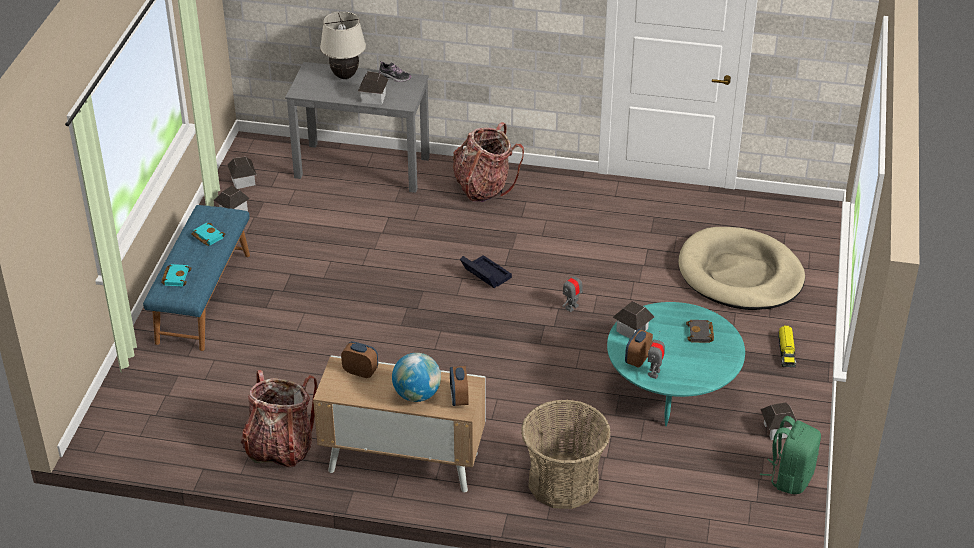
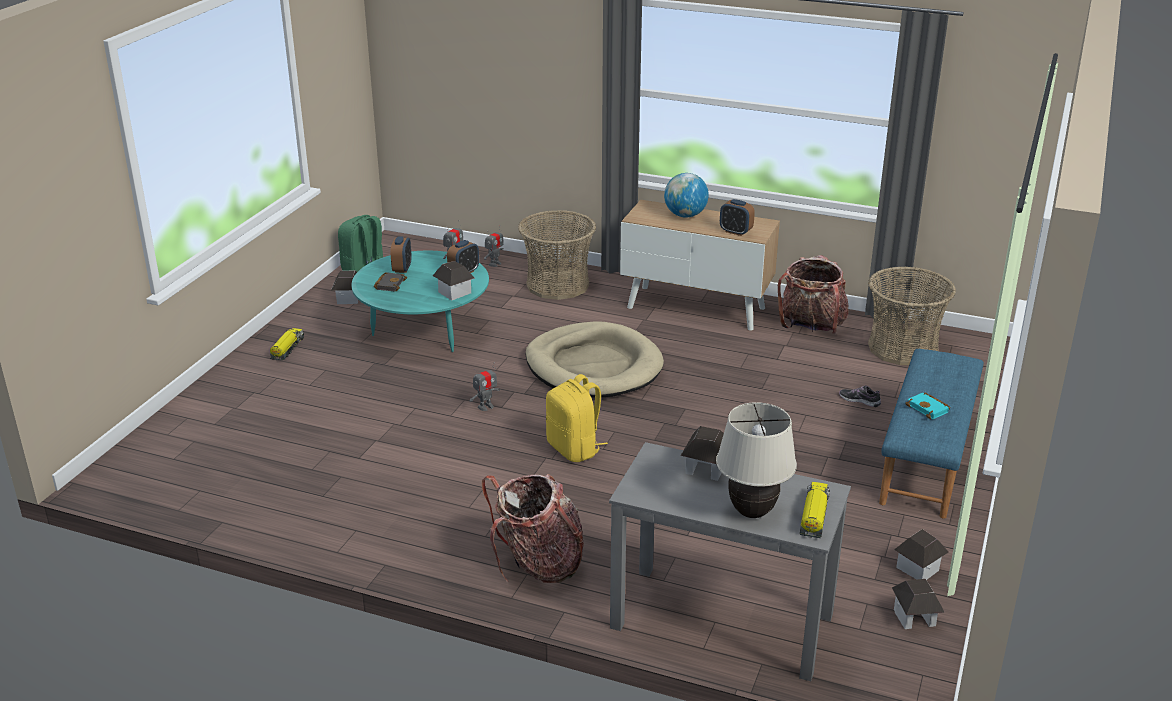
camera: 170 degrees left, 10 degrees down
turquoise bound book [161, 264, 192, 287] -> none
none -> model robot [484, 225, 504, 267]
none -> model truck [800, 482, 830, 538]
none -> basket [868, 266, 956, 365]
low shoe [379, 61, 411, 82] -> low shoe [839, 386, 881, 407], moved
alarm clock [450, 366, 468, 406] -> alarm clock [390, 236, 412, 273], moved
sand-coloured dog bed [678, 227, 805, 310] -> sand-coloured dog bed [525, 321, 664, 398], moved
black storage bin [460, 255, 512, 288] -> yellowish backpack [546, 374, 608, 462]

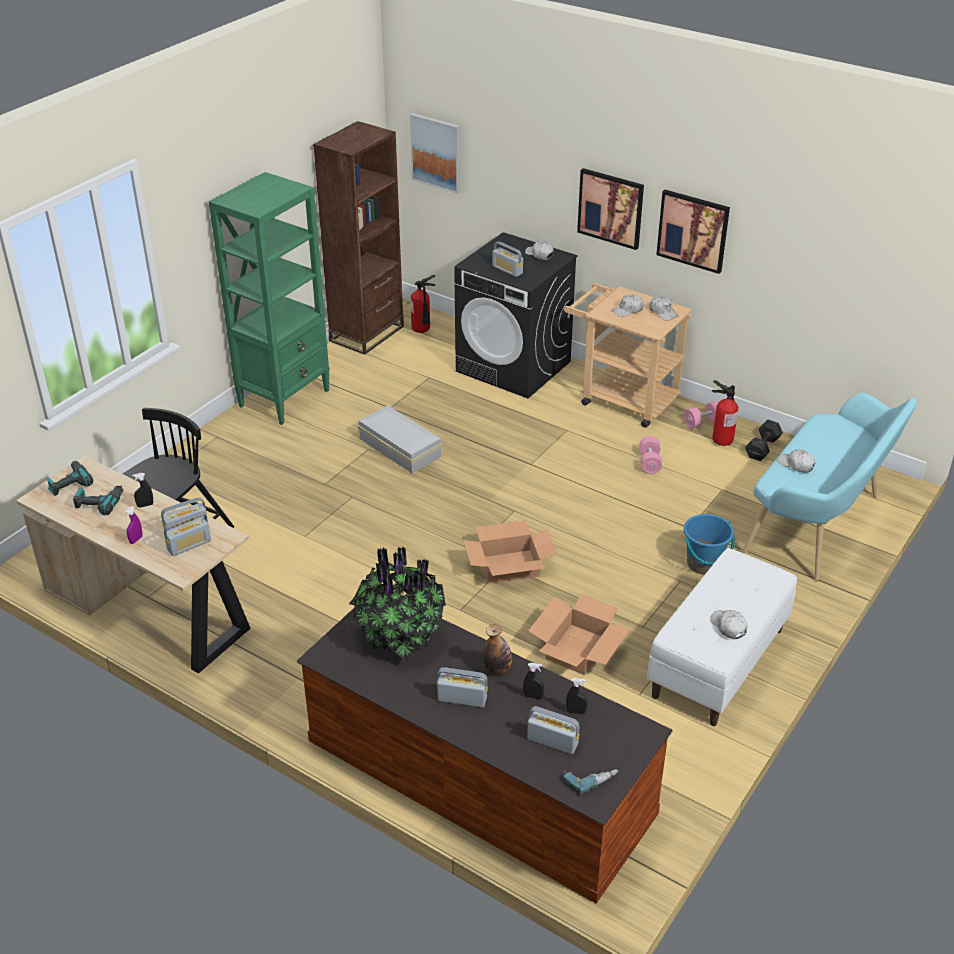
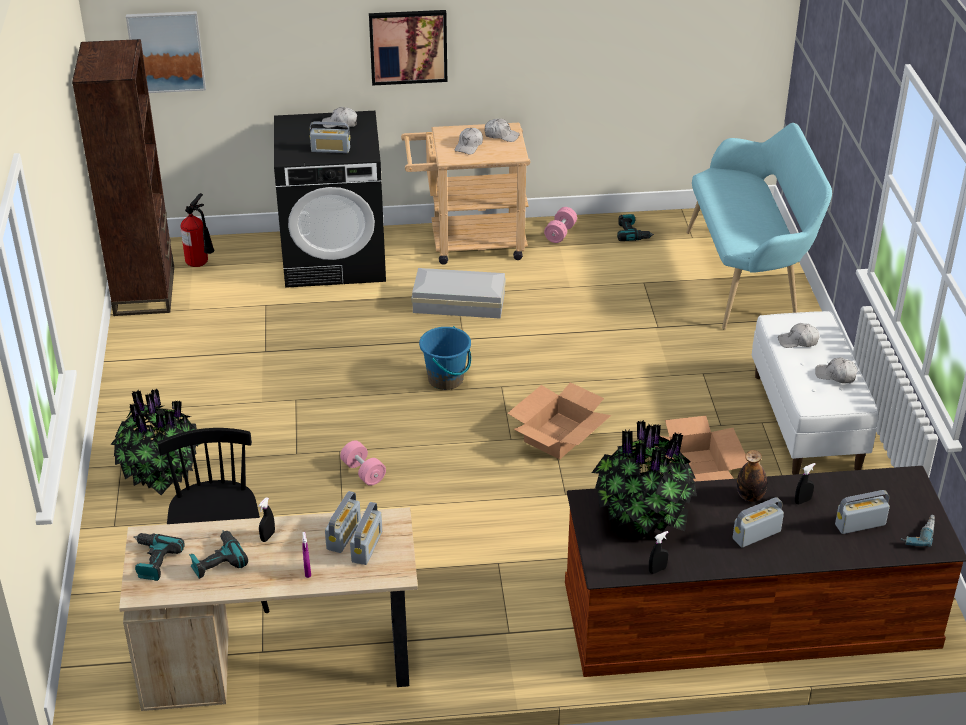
camera: 40 degrees left, 0 degrees up
green-coloured bookcase [209, 172, 330, 425] -> none
wall picture [656, 190, 730, 274] -> none
extinguisher [712, 380, 738, 446] -> none
none -> potted plant [110, 388, 200, 495]
whitish storage bin [358, 405, 442, 473] -> whitish storage bin [411, 268, 506, 319], moved
black sprayer [566, 678, 588, 714] -> black sprayer [649, 531, 668, 574], moved
pinkish dumbbell [639, 436, 662, 474] -> pinkish dumbbell [340, 440, 386, 486], moved
bluish water bucket [684, 514, 735, 575] -> bluish water bucket [419, 326, 471, 390], moved
whitish baseball cap [778, 449, 815, 473] -> whitish baseball cap [778, 323, 819, 348], moved
black dumbbell [745, 420, 783, 461] -> power drill [617, 214, 654, 241]

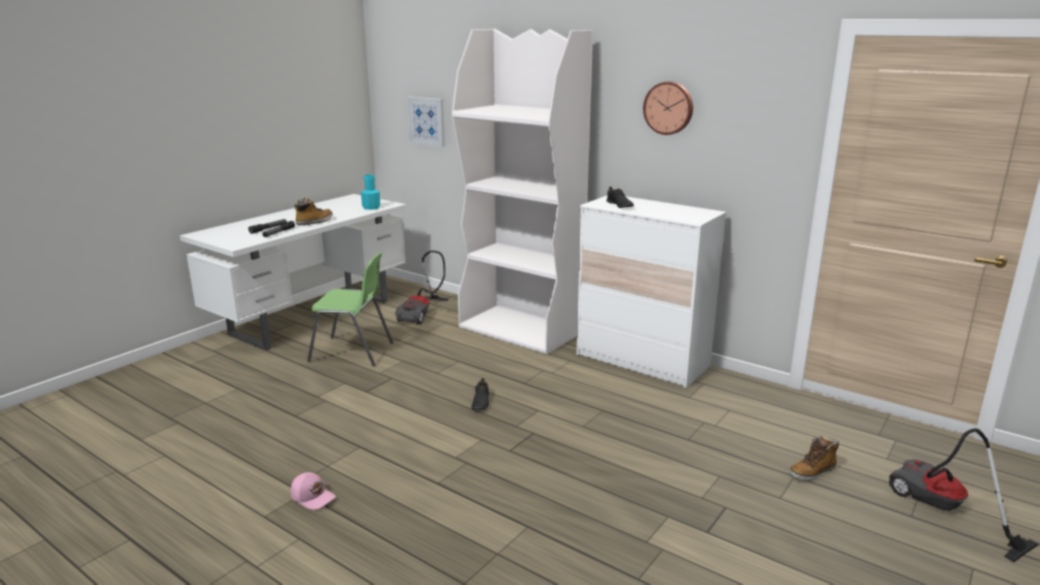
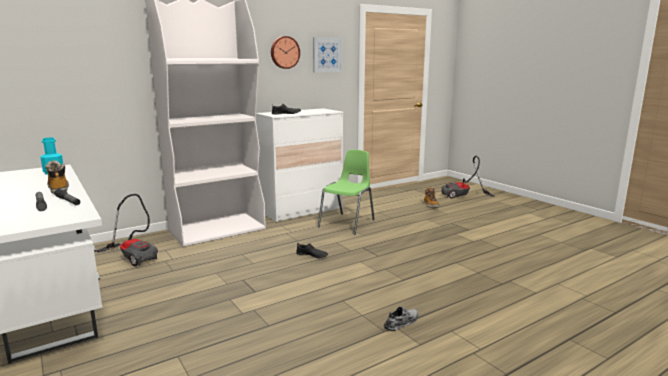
camera: 70 degrees left, 5 degrees down
green-coloured plain chair [307, 253, 393, 366] -> green-coloured plain chair [318, 150, 375, 234], moved
wall picture [407, 96, 445, 147] -> wall picture [313, 37, 343, 73], moved
pinkish baseball cap [291, 472, 336, 510] -> grey low shoe [384, 306, 418, 331]

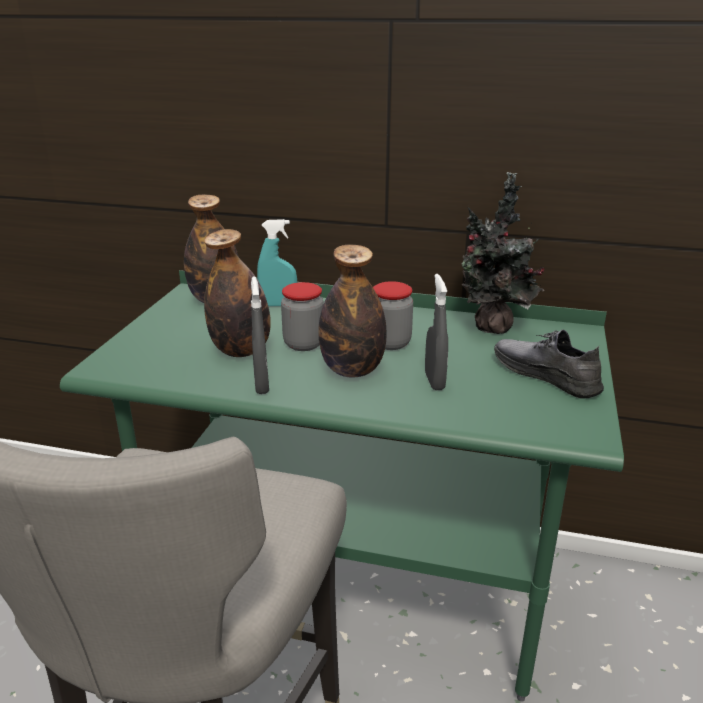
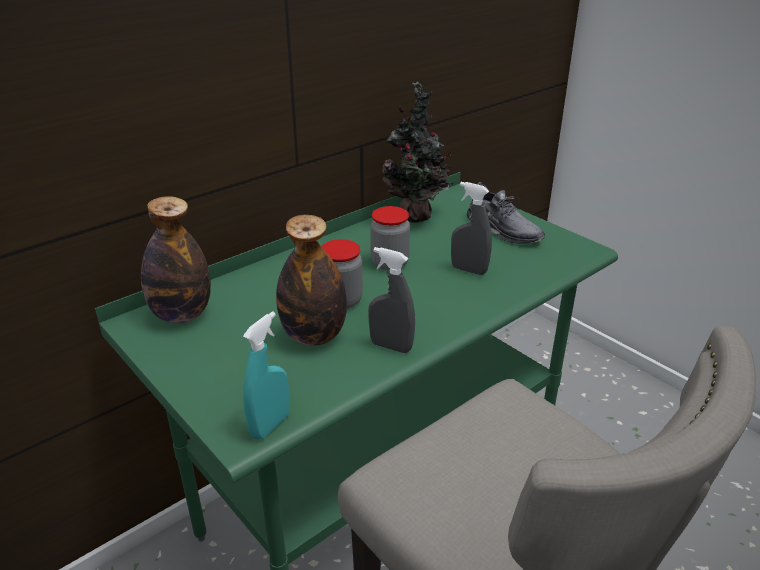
camera: 55 degrees left, 5 degrees up
drink bottle [318, 245, 387, 378] -> none
turquoise sprayer [257, 219, 297, 306] -> turquoise sprayer [243, 311, 290, 440], moved
grey low shoe [494, 330, 604, 399] -> grey low shoe [467, 182, 545, 244], 120 degrees counterclockwise

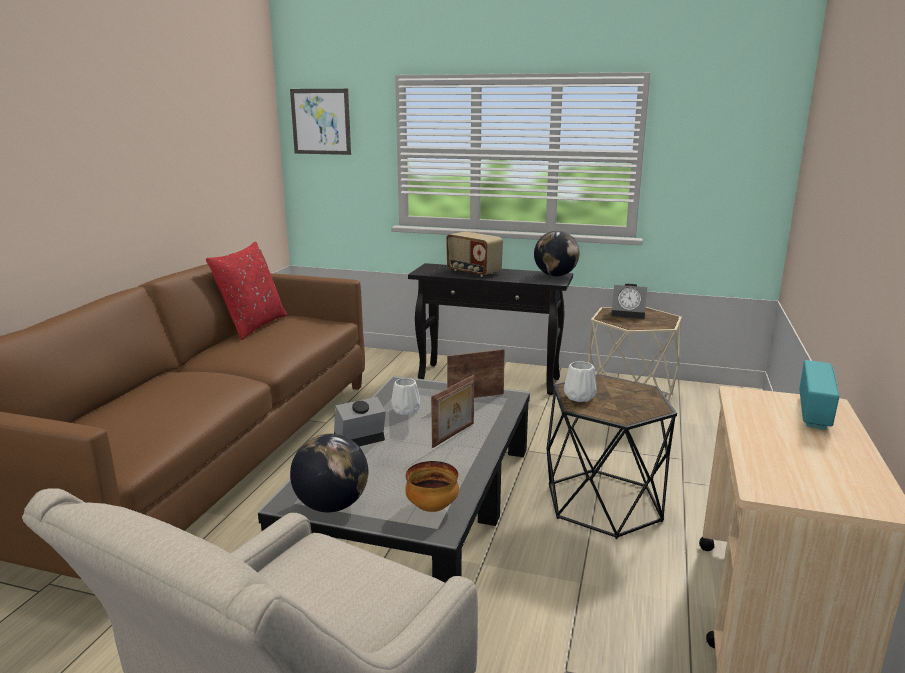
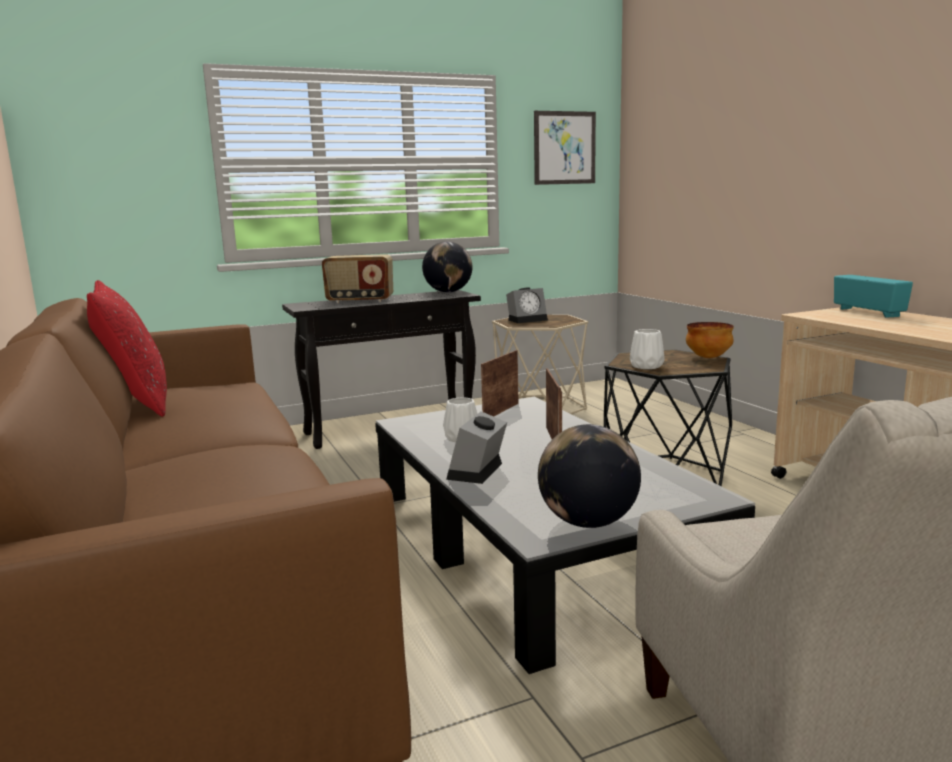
camera: 40 degrees left, 5 degrees down
wall picture [290, 89, 351, 155] -> wall picture [534, 111, 596, 185], moved
deep dish [405, 461, 459, 512] -> deep dish [686, 322, 734, 358], moved

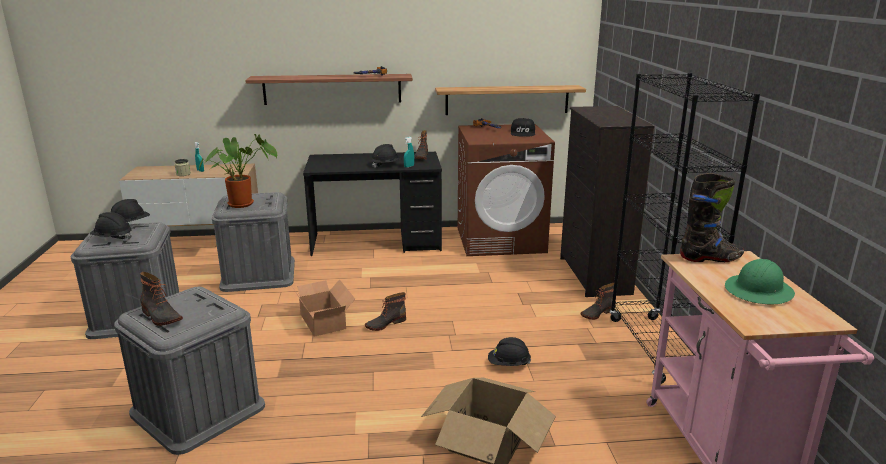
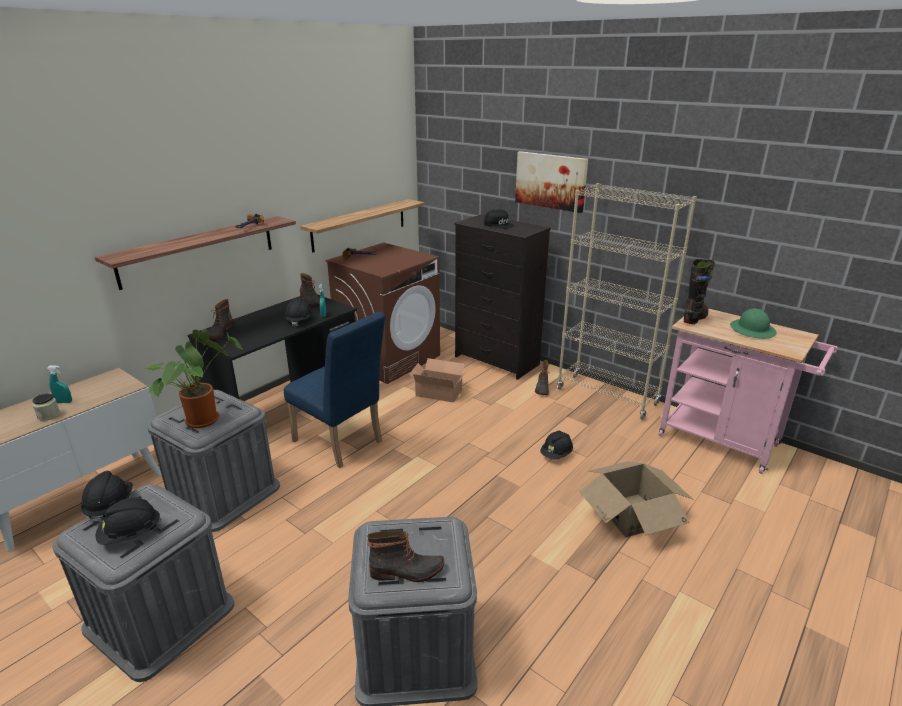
camera: 45 degrees left, 5 degrees up
none -> bluish plain chair [284, 312, 386, 468]
none -> wall picture [515, 151, 588, 213]
carton [292, 279, 355, 337] -> carton [409, 358, 467, 403], moved
boot [365, 292, 406, 331] -> boot [208, 299, 234, 338], moved
black baseball cap [511, 118, 535, 137] -> black baseball cap [484, 209, 514, 229], moved
black bookcase [609, 73, 760, 384] -> sand-coloured bookcase [557, 183, 697, 420]

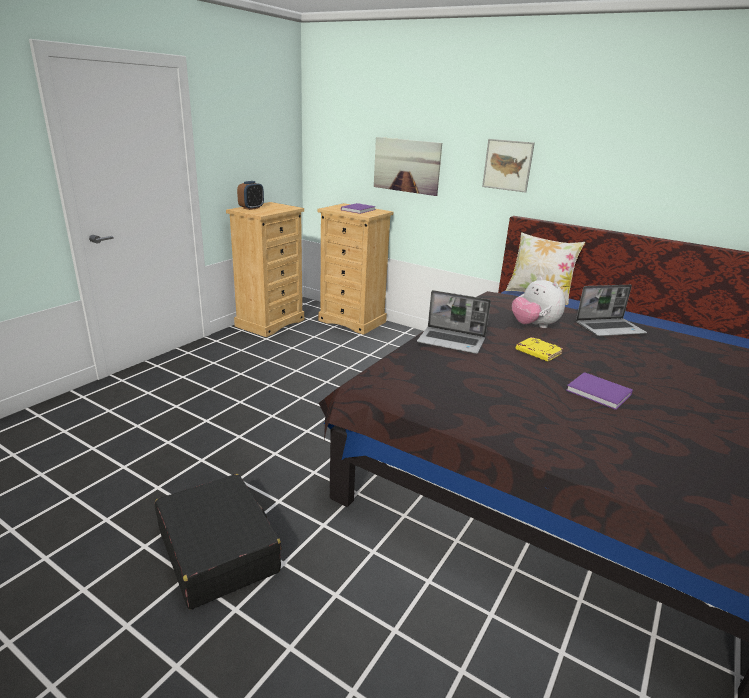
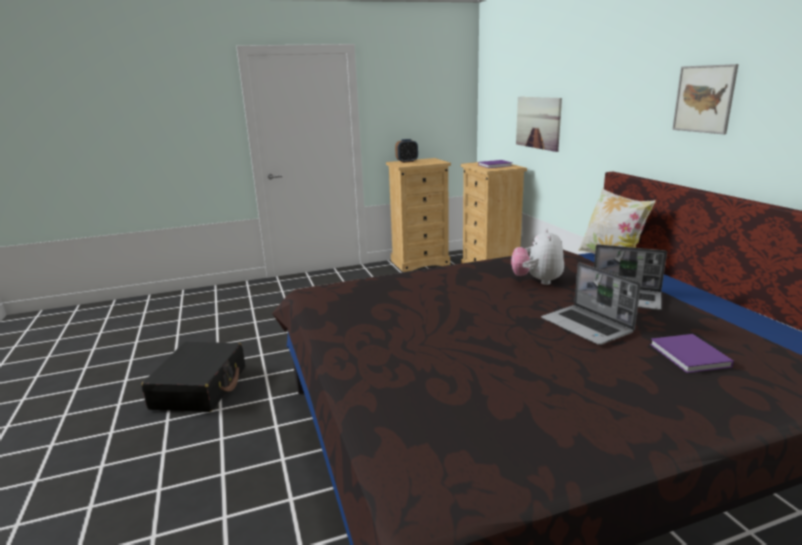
camera: 40 degrees right, 5 degrees down
yellowish bound book [515, 337, 563, 362] -> none
portable computer [417, 290, 491, 354] -> portable computer [541, 263, 641, 345], moved
wall picture [482, 139, 535, 193] -> wall picture [672, 64, 739, 134], moved
purplish bound book [566, 372, 633, 410] -> purplish bound book [650, 334, 734, 373], moved

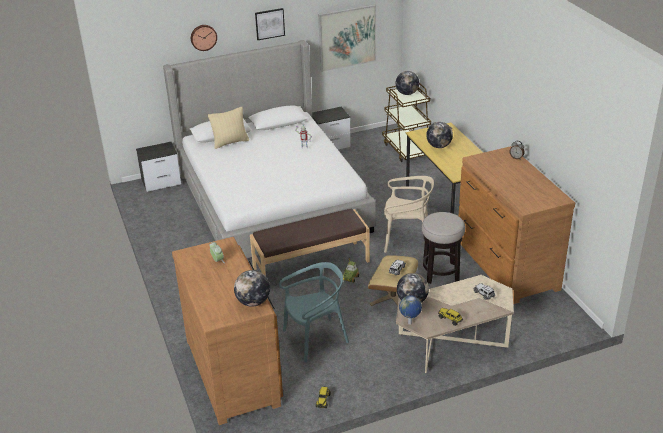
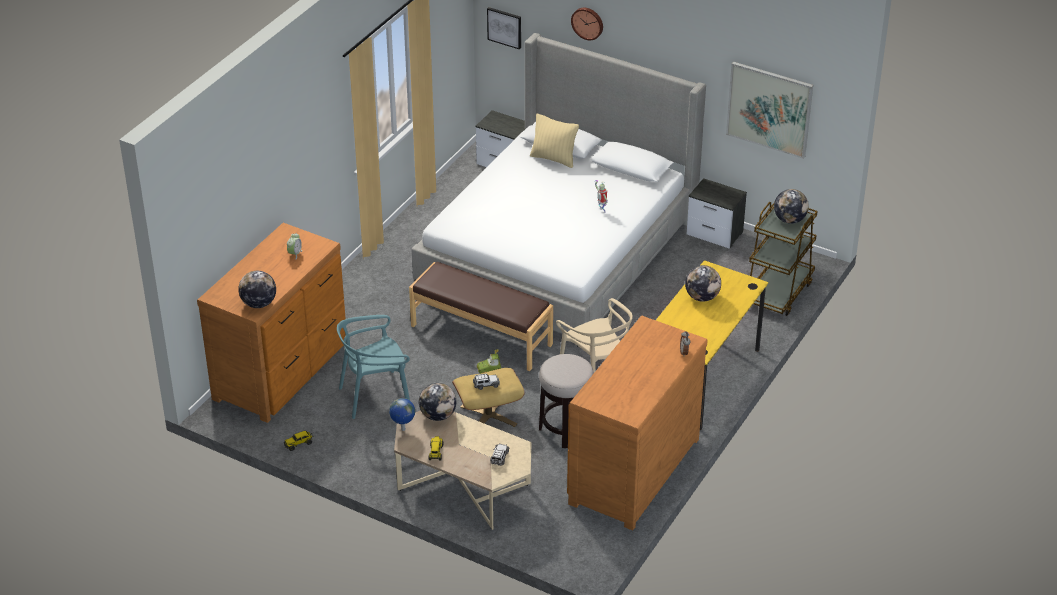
camera: 50 degrees right, 5 degrees up
wall picture [255, 8, 285, 40] -> wall picture [487, 7, 521, 50], moved
turquoise plain chair [279, 262, 349, 363] -> turquoise plain chair [337, 315, 410, 419], 135 degrees clockwise

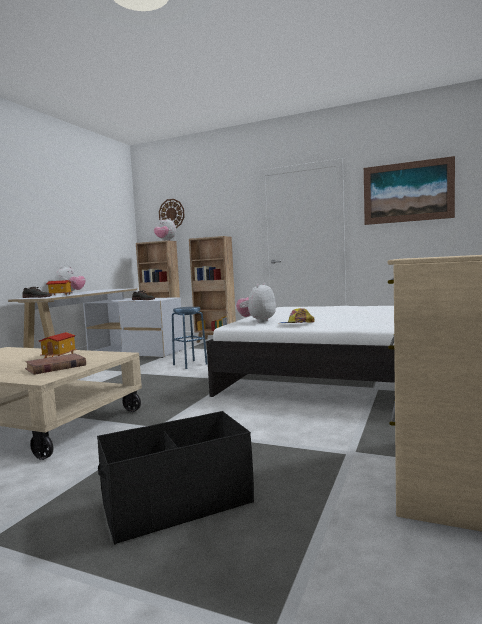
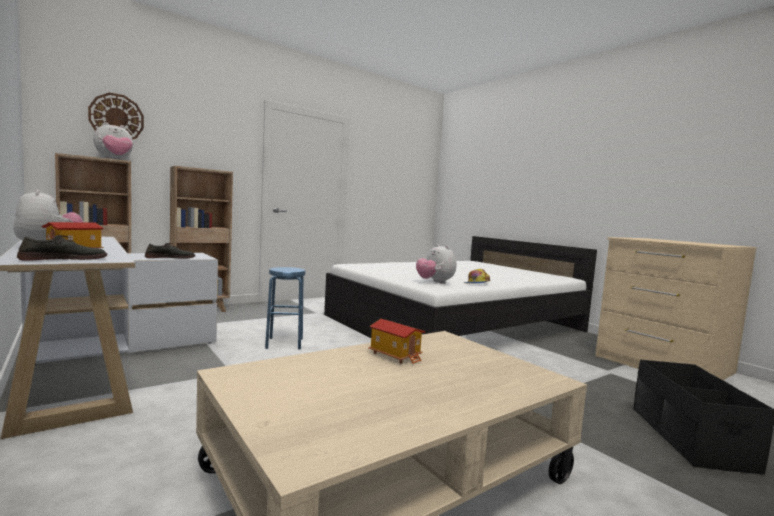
camera: 60 degrees left, 0 degrees up
brownish bound book [25, 353, 86, 375] -> none
wall picture [364, 156, 455, 225] -> none

